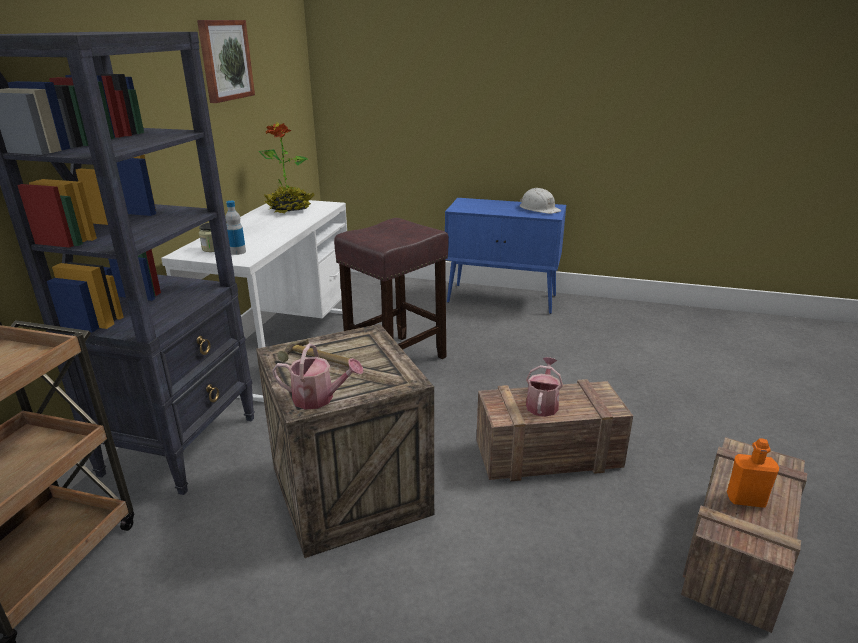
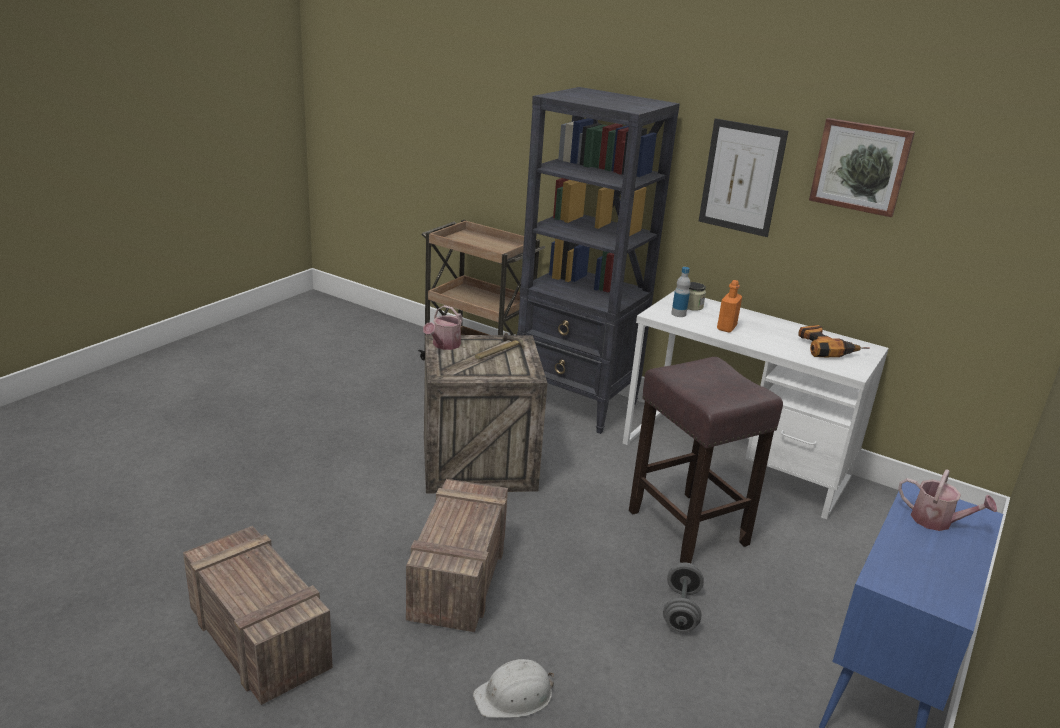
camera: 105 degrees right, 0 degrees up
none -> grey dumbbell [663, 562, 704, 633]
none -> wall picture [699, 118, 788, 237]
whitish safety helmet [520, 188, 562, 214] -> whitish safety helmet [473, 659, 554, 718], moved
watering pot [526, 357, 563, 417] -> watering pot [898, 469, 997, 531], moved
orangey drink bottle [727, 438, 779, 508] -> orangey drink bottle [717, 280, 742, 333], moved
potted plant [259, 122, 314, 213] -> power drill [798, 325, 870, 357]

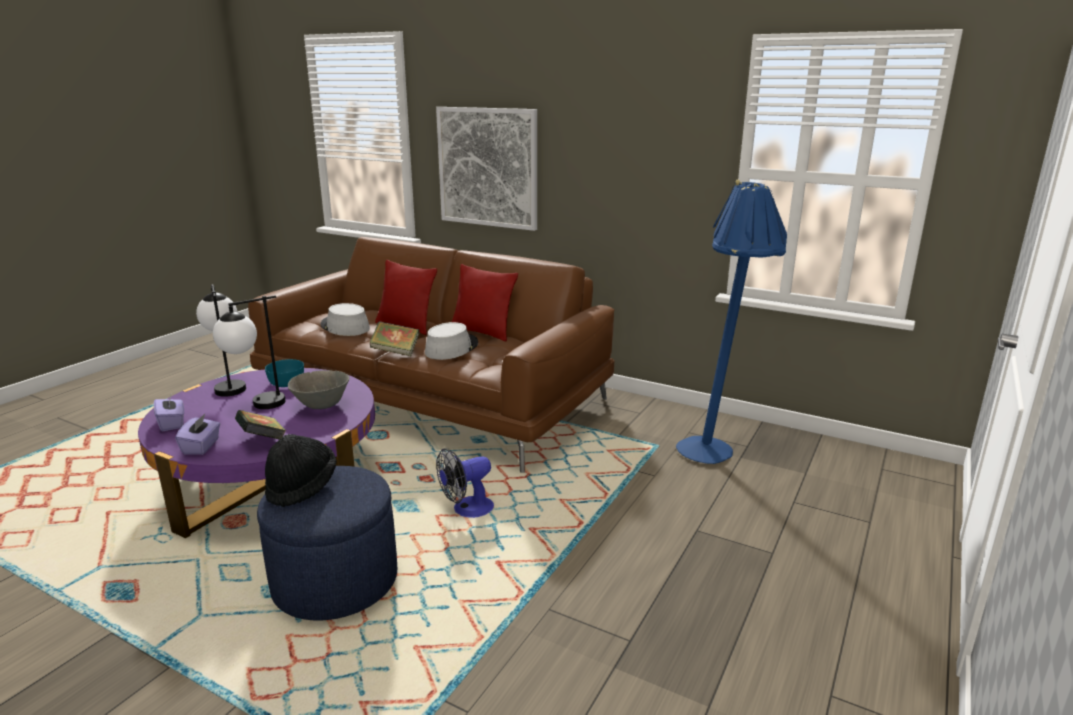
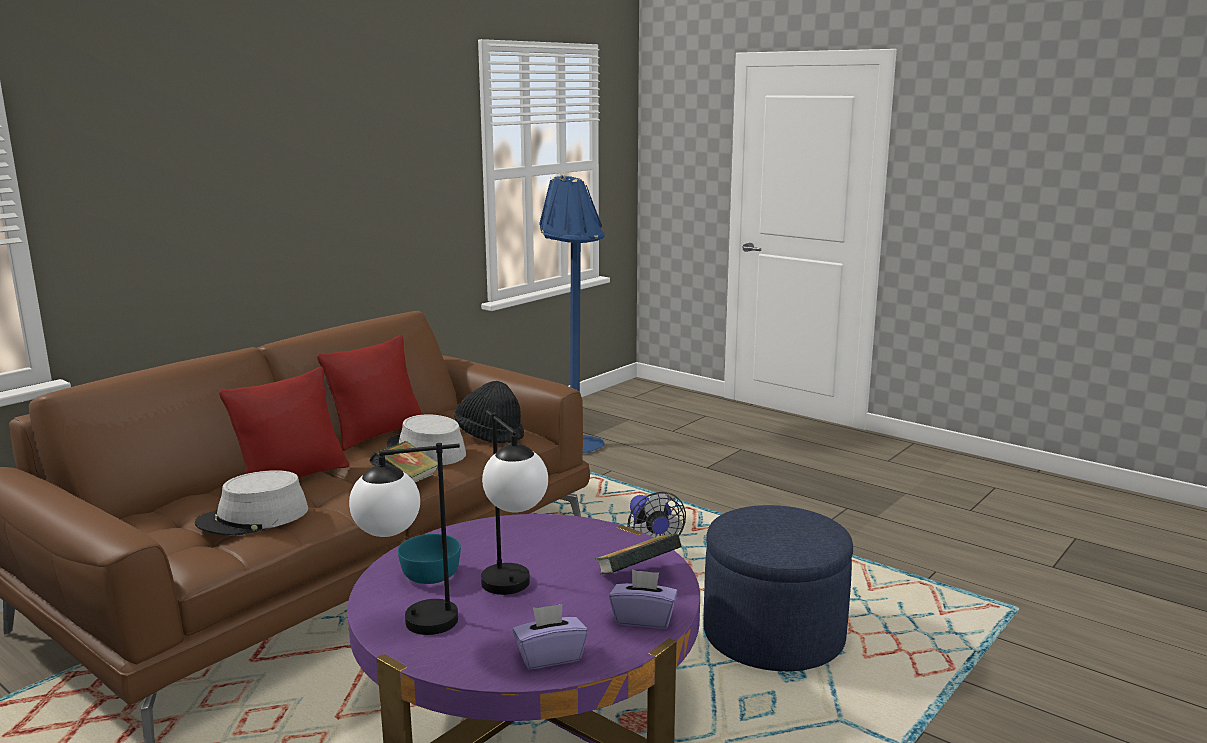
camera: 80 degrees left, 5 degrees down
grey deep dish [288, 370, 349, 409] -> none
wall picture [436, 107, 537, 231] -> none
black clothing hat [265, 434, 336, 507] -> black clothing hat [454, 381, 524, 443], moved

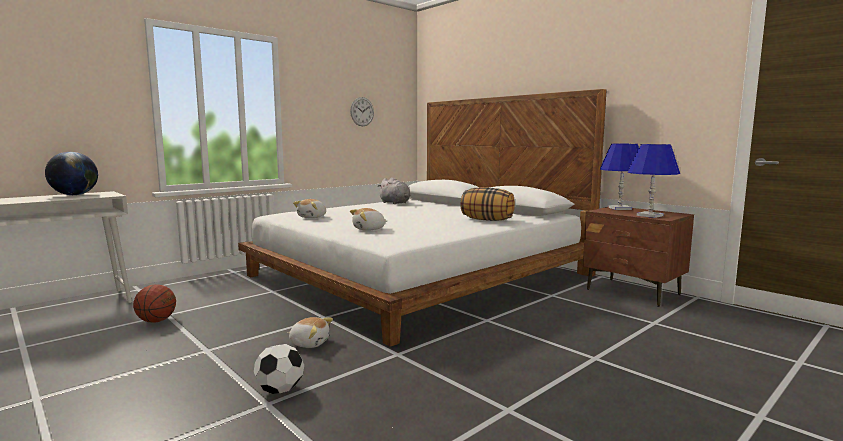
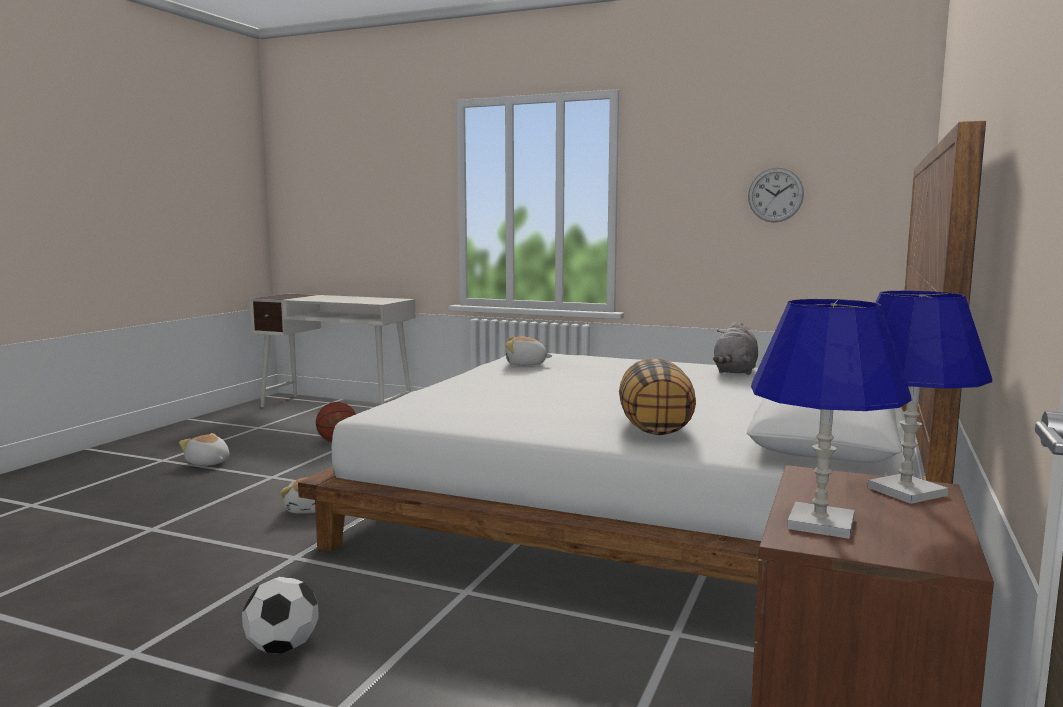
camera: 65 degrees right, 0 degrees up
desk globe [45, 152, 98, 195] -> none
football [254, 344, 304, 394] -> football [242, 577, 319, 654], moved
cuddly toy [350, 208, 387, 231] -> cuddly toy [179, 433, 229, 466], moved

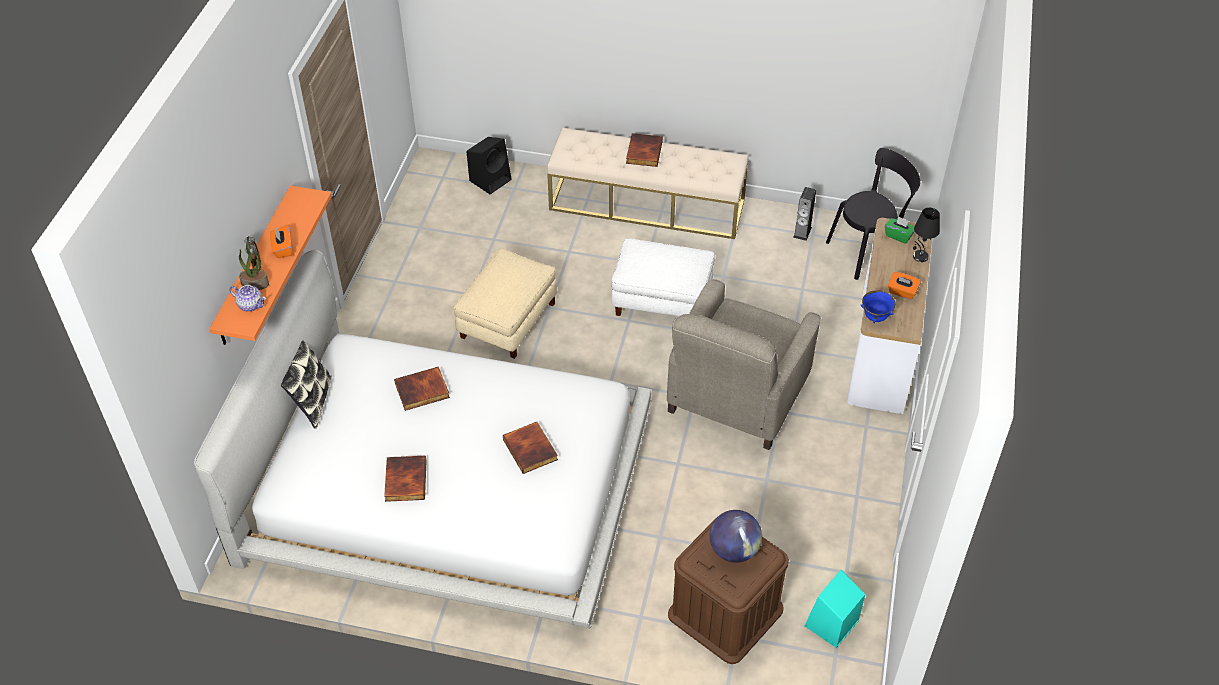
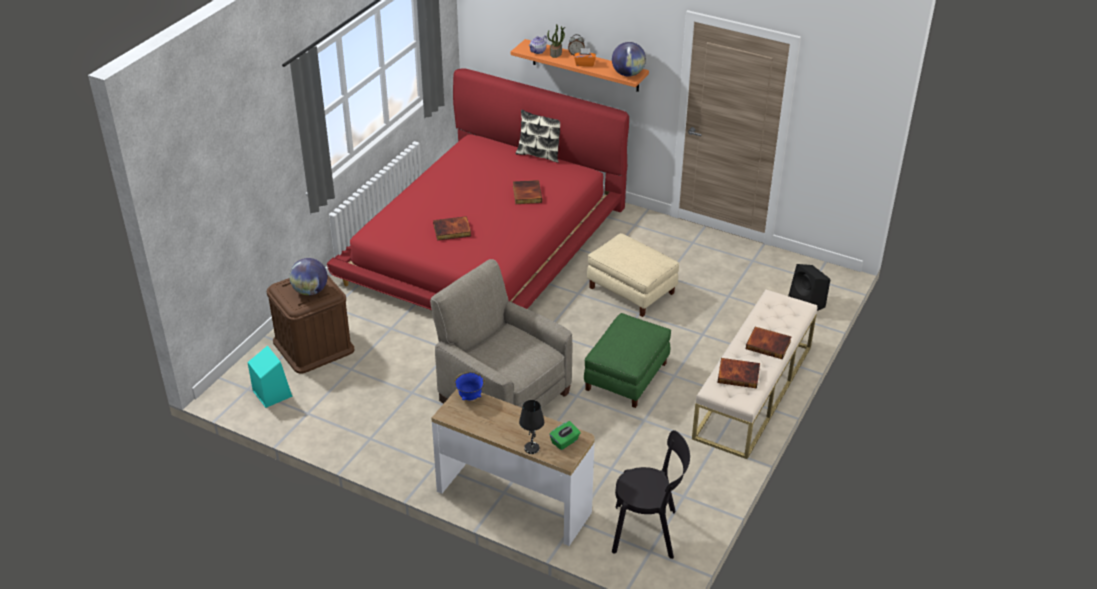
camera: 105 degrees right, 10 degrees down
speaker [793, 187, 816, 241] -> none
orangey tissue box [888, 272, 921, 300] -> none
none -> desk globe [612, 42, 646, 77]
bound book [384, 456, 427, 502] -> bound book [717, 358, 760, 389], moved
whitish sleeping bed [194, 250, 652, 628] -> red-coloured sleeping bed [327, 68, 629, 310]
whitish footrest [611, 238, 715, 316] -> green-coloured footrest [584, 313, 671, 408]
black plain chair [826, 148, 920, 280] -> black plain chair [612, 430, 690, 559], 75 degrees counterclockwise

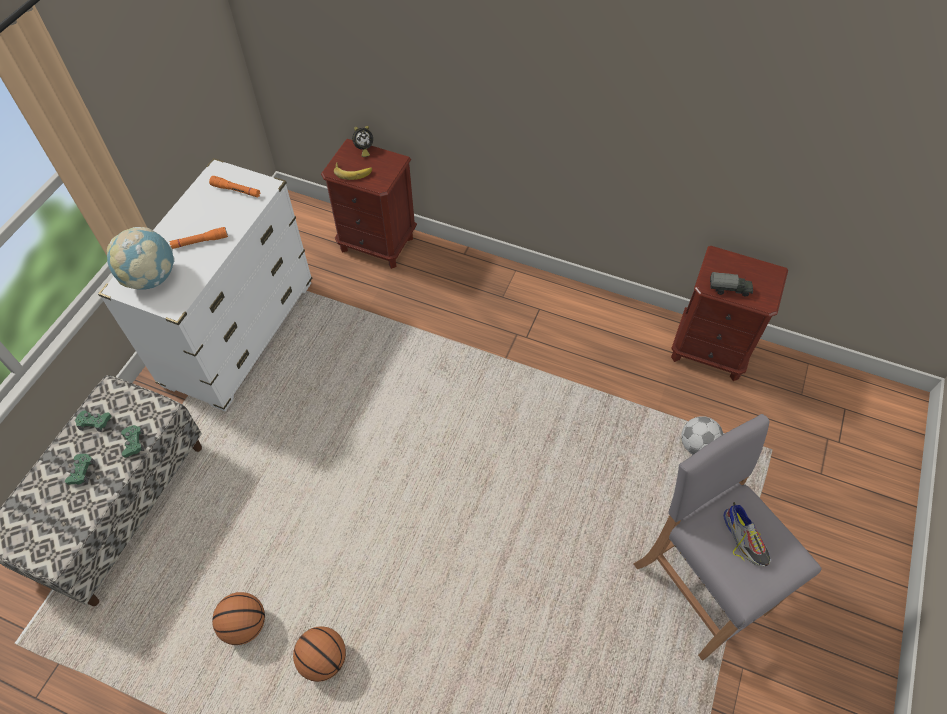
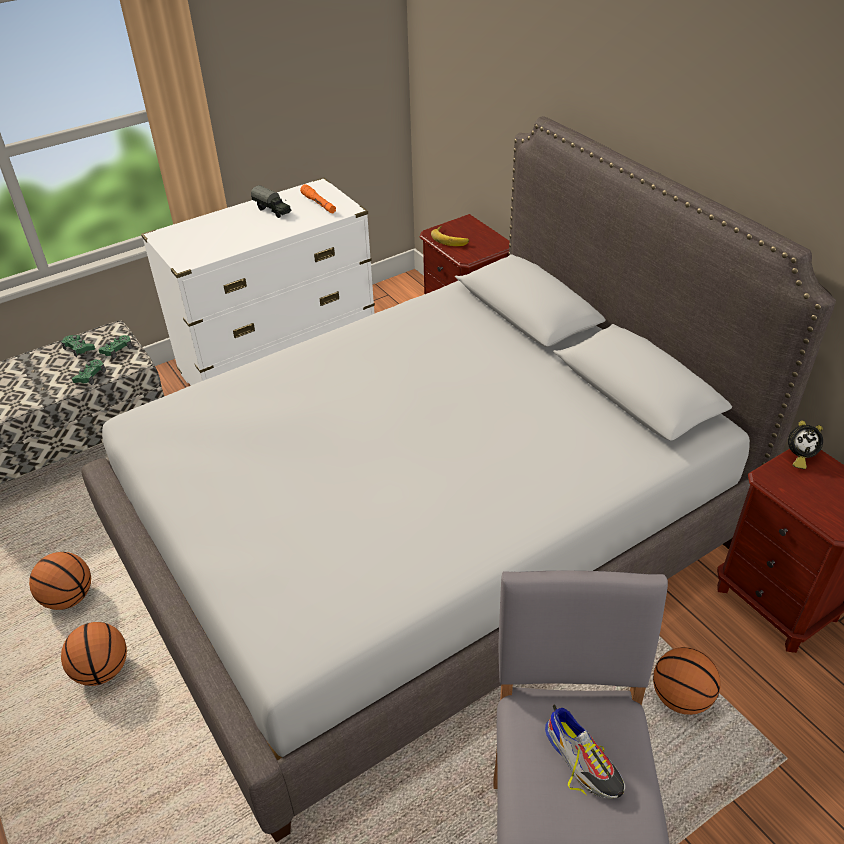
camera: 35 degrees right, 15 degrees down
desk globe [107, 227, 175, 290] -> none
orangey torch [169, 227, 228, 249] -> none
none -> grey sleeping bed [82, 116, 836, 842]
green-coloured game controller [65, 454, 96, 485] -> green-coloured game controller [98, 335, 132, 359], moved
alarm clock [352, 126, 373, 157] -> alarm clock [788, 421, 823, 469], moved
model truck [710, 272, 753, 297] -> model truck [251, 185, 291, 218], moved
football [681, 416, 723, 454] -> basketball [653, 647, 721, 715]
low shoe [723, 502, 771, 566] -> low shoe [545, 704, 625, 799], 45 degrees counterclockwise

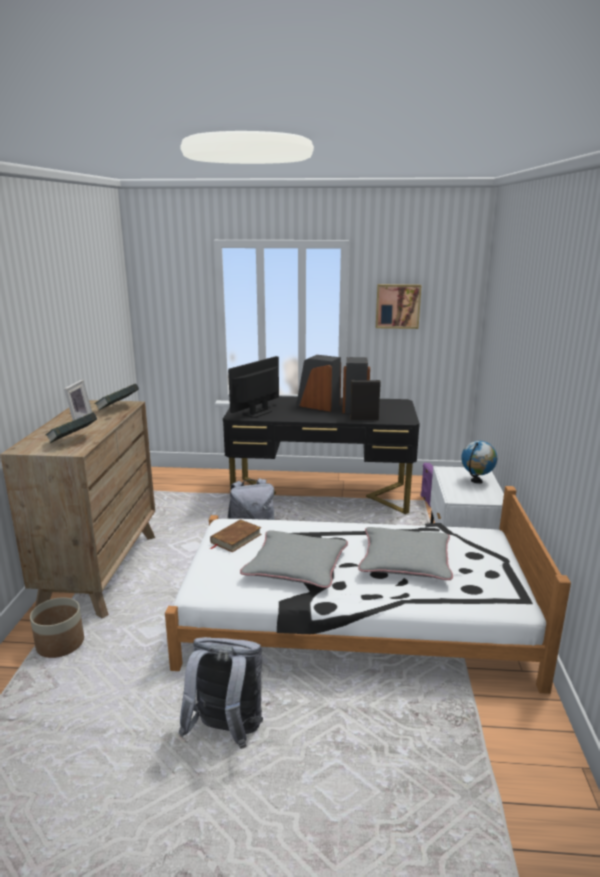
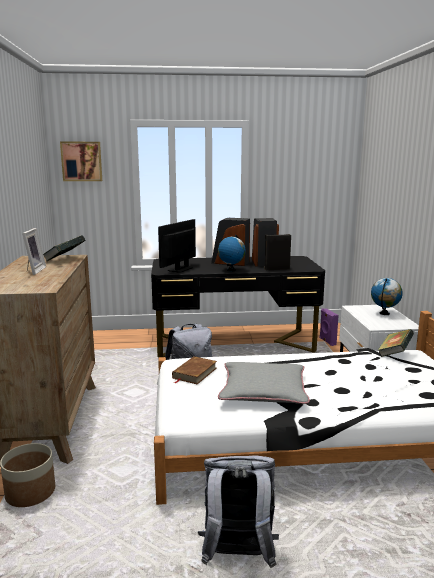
camera: 10 degrees left, 5 degrees down
grey pillow [358, 527, 453, 580] -> none
none -> desk globe [218, 235, 245, 271]
bound book [46, 412, 97, 443] -> bound book [378, 329, 414, 357], moved
wall picture [376, 284, 422, 329] -> wall picture [60, 142, 102, 181], moved

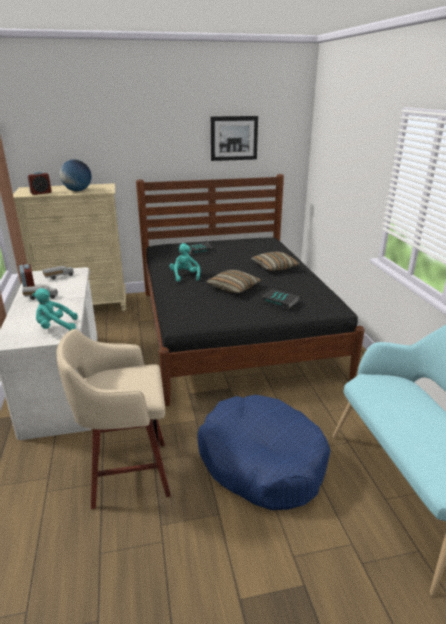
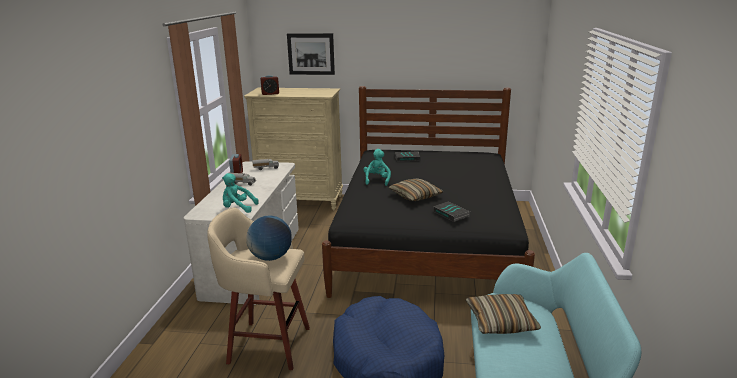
camera: 20 degrees right, 5 degrees down
desk globe [60, 159, 92, 191] -> desk globe [246, 216, 292, 261], moved
wall picture [211, 116, 258, 161] -> wall picture [287, 33, 335, 75], moved
pillow [251, 251, 300, 271] -> pillow [466, 294, 541, 334], moved

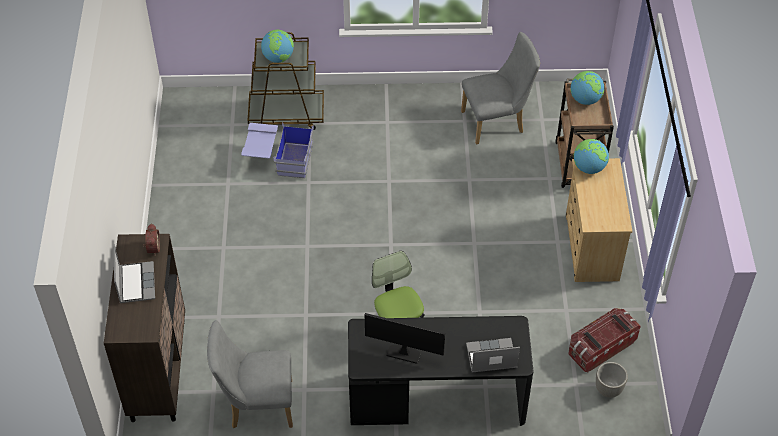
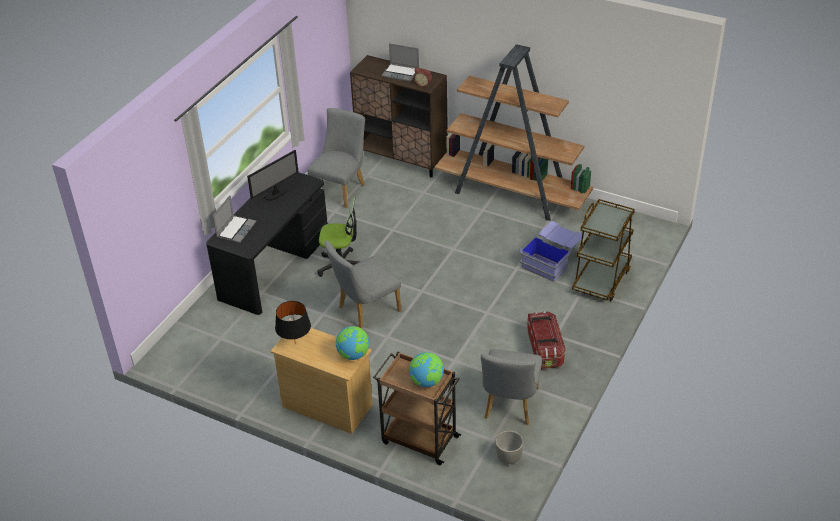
camera: 120 degrees right, 10 degrees down
desk globe [261, 30, 294, 63] -> none
none -> black lamp for a table [275, 301, 311, 344]
none -> grey plain chair [324, 240, 401, 329]
none -> brownish bookcase [434, 44, 593, 221]
storage bin [569, 308, 641, 372] -> storage bin [527, 311, 566, 369], moved
grey planter [596, 362, 628, 398] -> grey planter [495, 430, 524, 464], moved

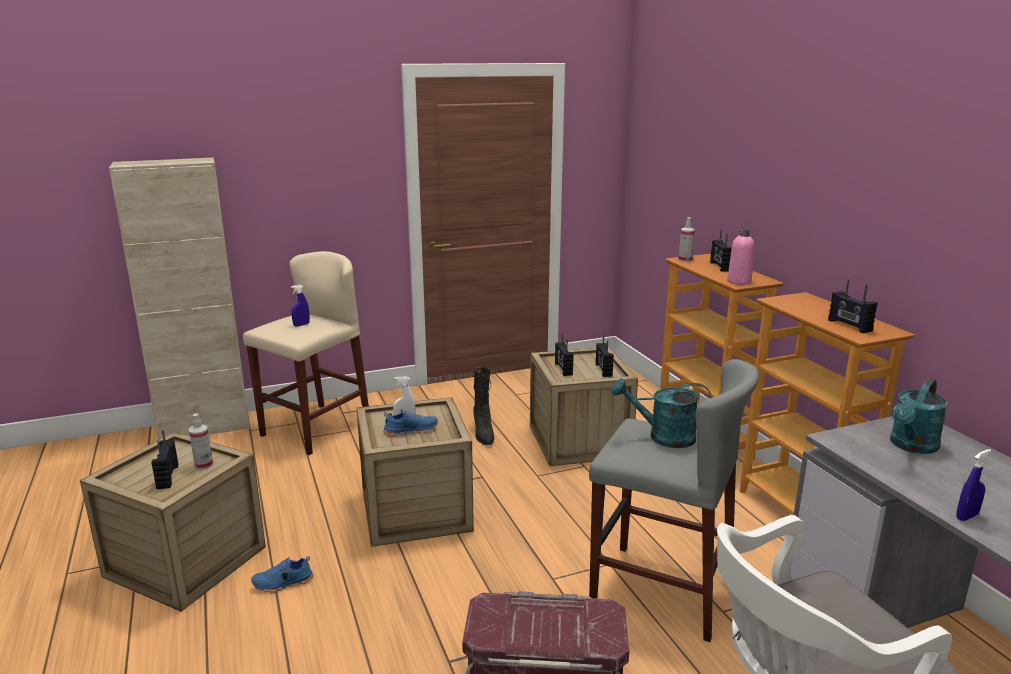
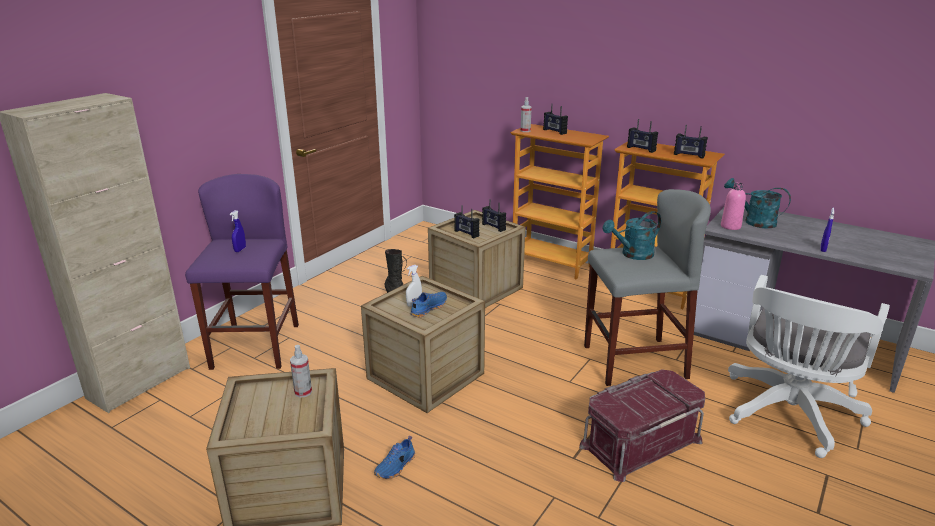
camera: 35 degrees left, 5 degrees up
radio [152, 430, 178, 489] -> radio [627, 119, 658, 153], moved
pinkish drink bottle [727, 228, 754, 285] -> pinkish drink bottle [721, 182, 746, 230], moved
sand-coloured sitting stool [243, 251, 369, 455] -> purplish sitting stool [185, 174, 299, 370]
turquoise watering pot [890, 379, 948, 454] -> turquoise watering pot [724, 178, 791, 229], 120 degrees clockwise

